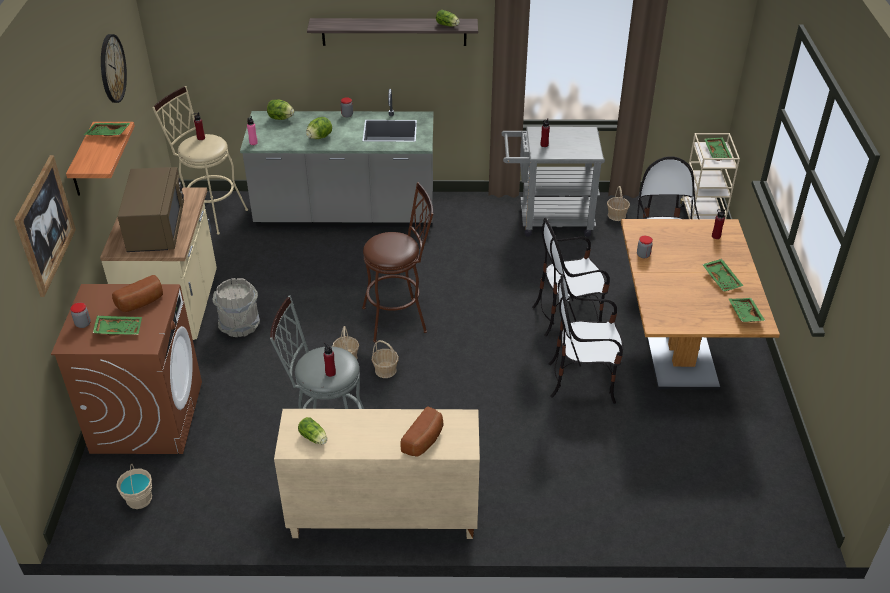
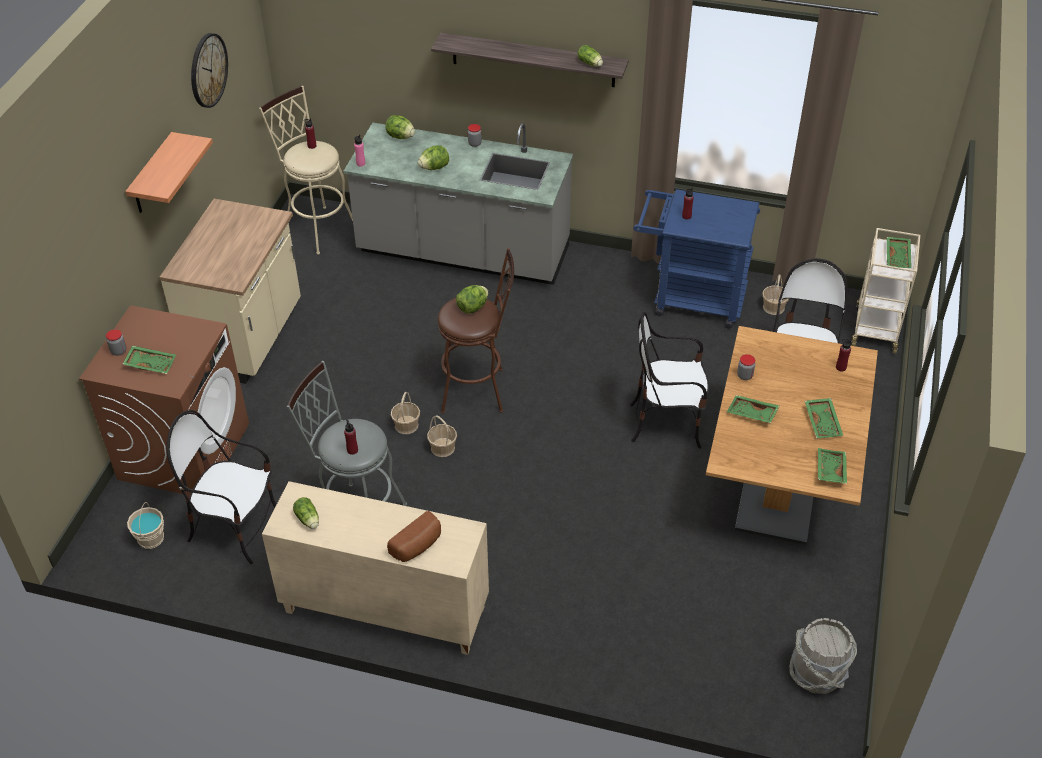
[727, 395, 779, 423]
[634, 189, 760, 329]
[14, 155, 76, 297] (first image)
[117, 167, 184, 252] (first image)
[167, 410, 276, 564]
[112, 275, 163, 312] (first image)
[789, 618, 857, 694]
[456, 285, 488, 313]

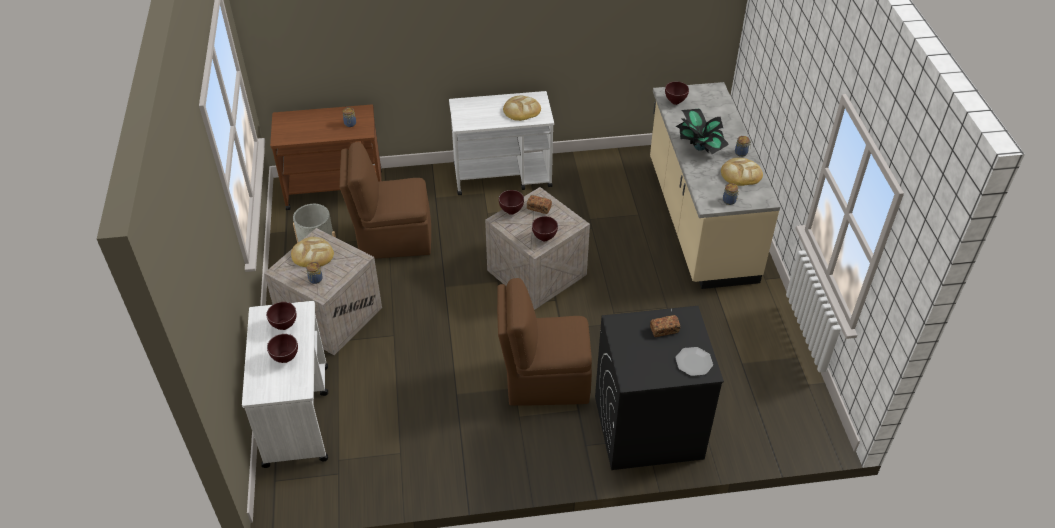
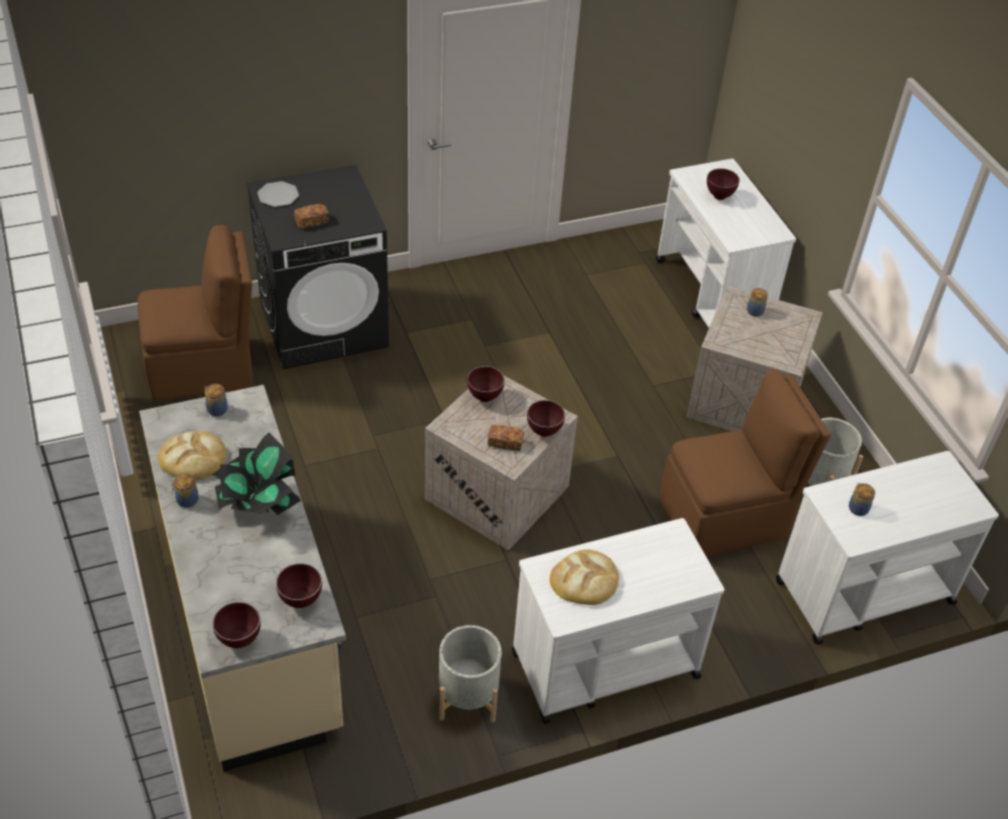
[776, 451, 999, 645]
[291, 237, 334, 267] (first image)
[138, 225, 253, 401]
[213, 602, 261, 648]
[439, 625, 502, 722]

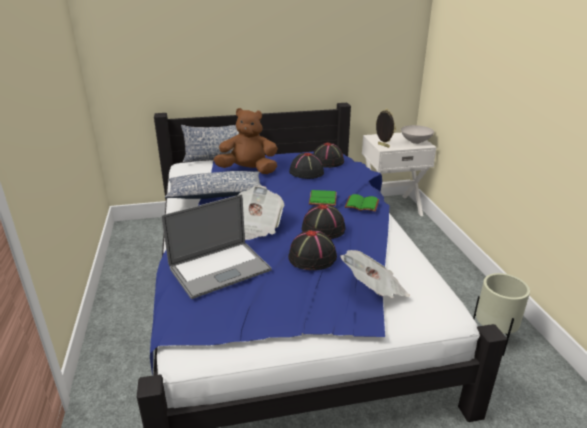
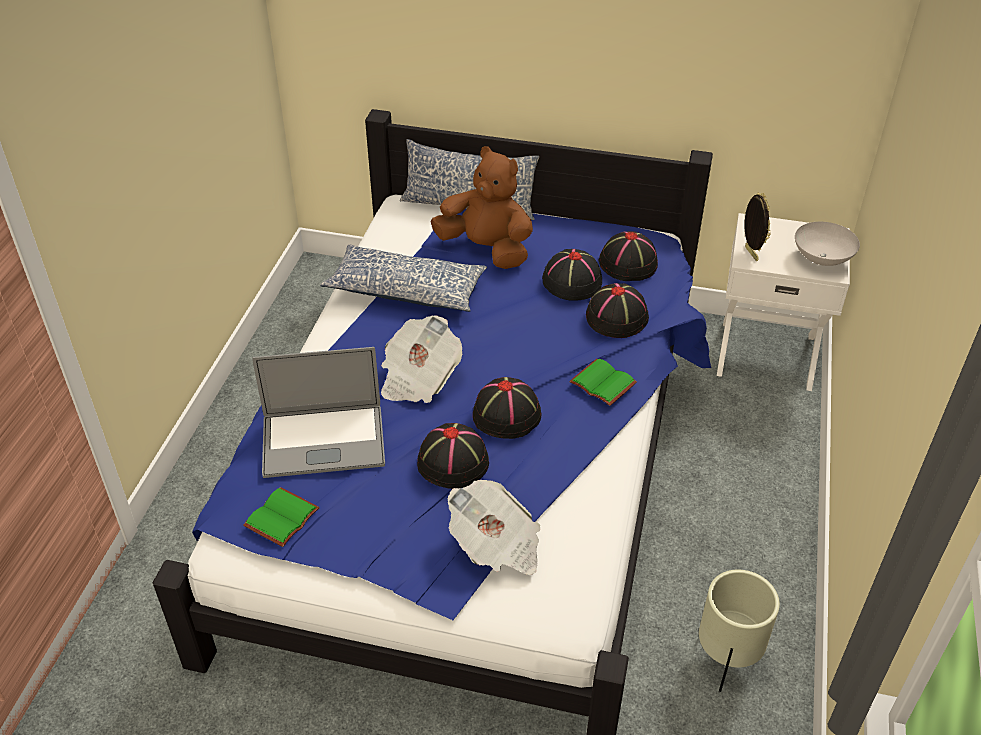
[243, 487, 320, 547]
[586, 283, 649, 338]

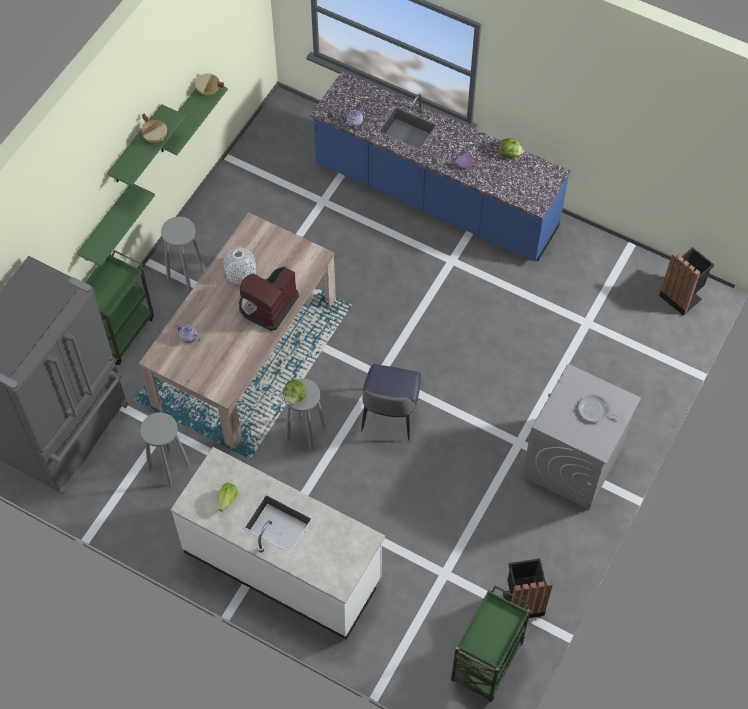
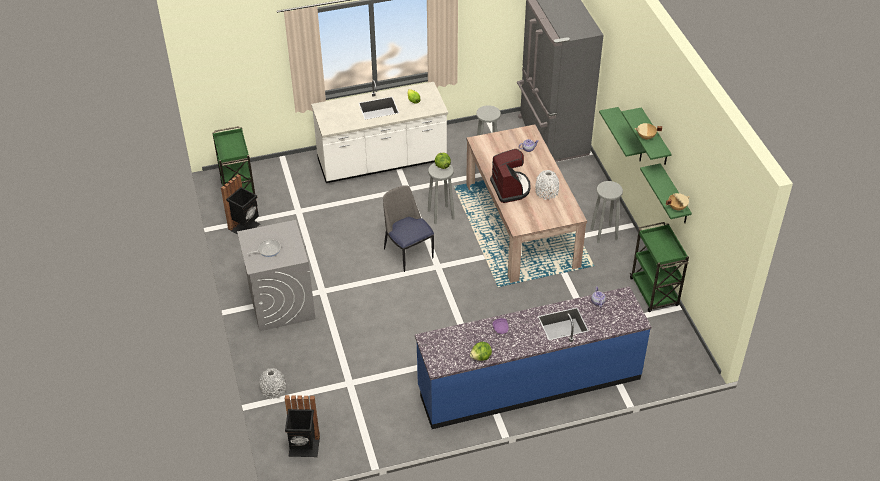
[630, 222, 689, 312]
[259, 368, 286, 399]

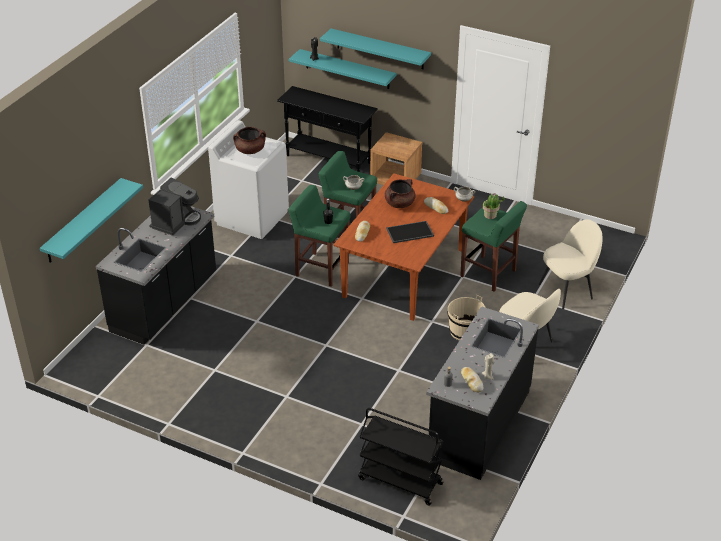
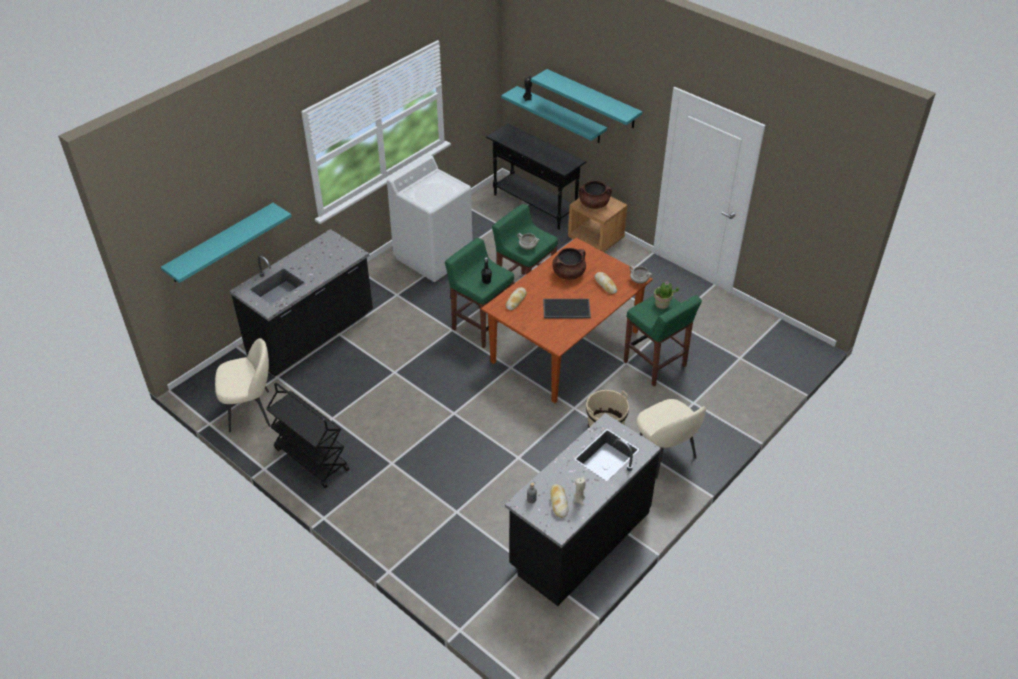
[579, 181, 612, 209]
[148, 177, 201, 236] (first image)
[215, 338, 271, 432]
[266, 383, 349, 488]

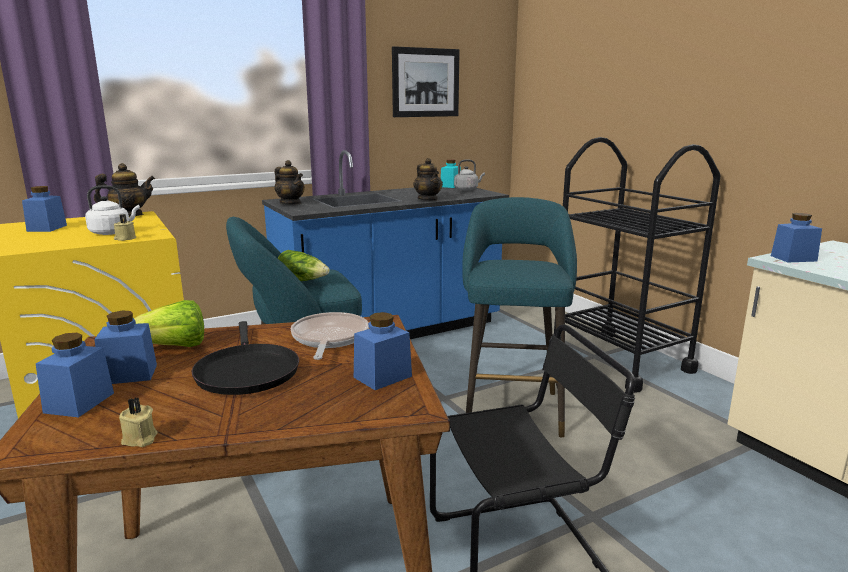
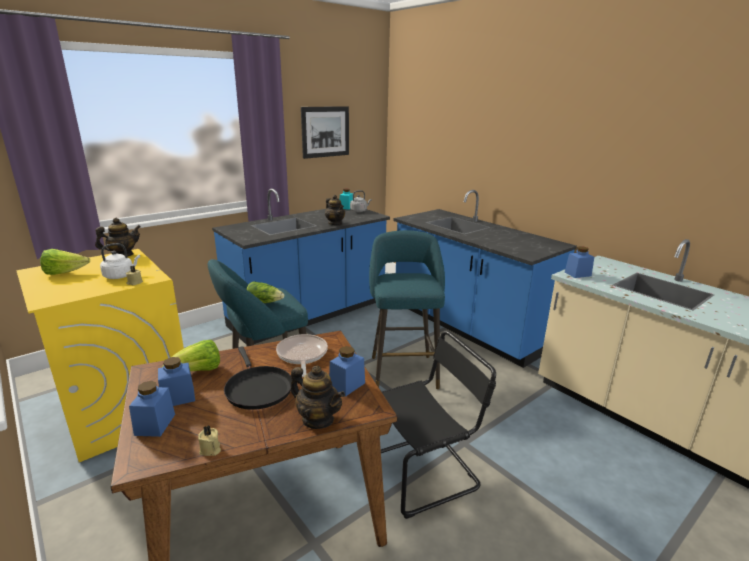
[394, 190, 577, 368]
[291, 366, 345, 429]
[40, 249, 90, 275]

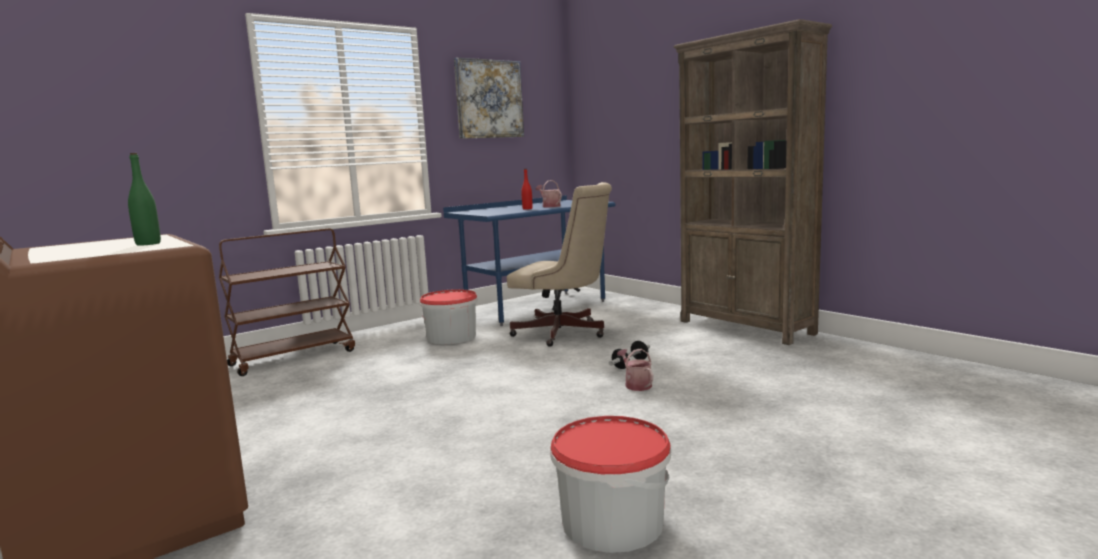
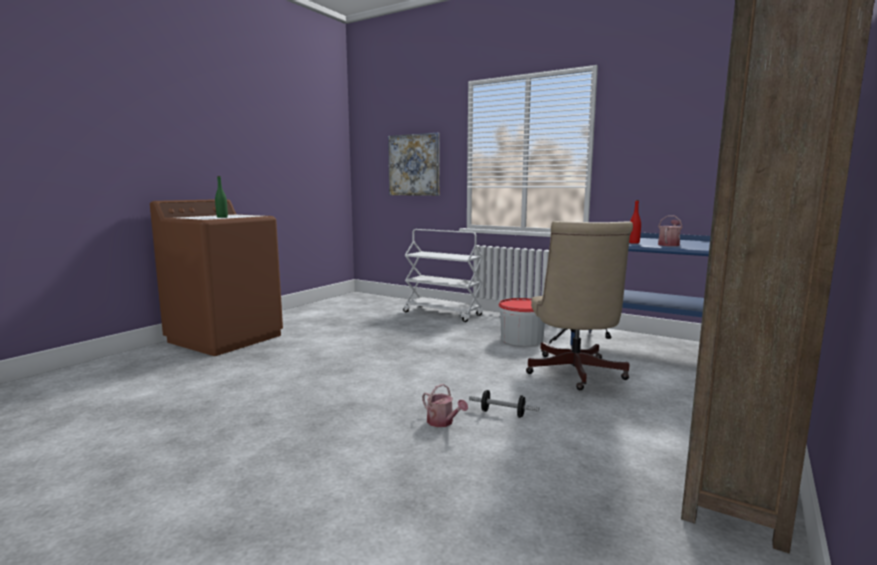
[388, 133, 439, 196]
[403, 229, 483, 322]
[422, 384, 468, 427]
[550, 416, 671, 553] (first image)

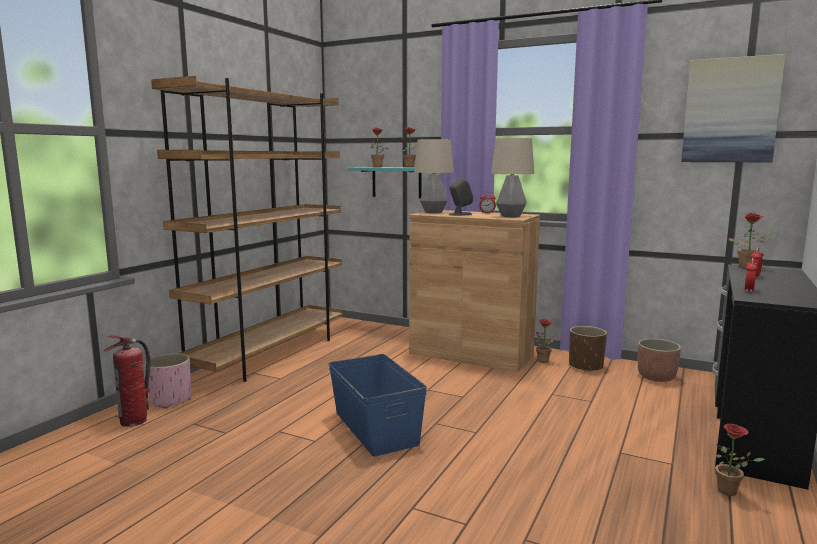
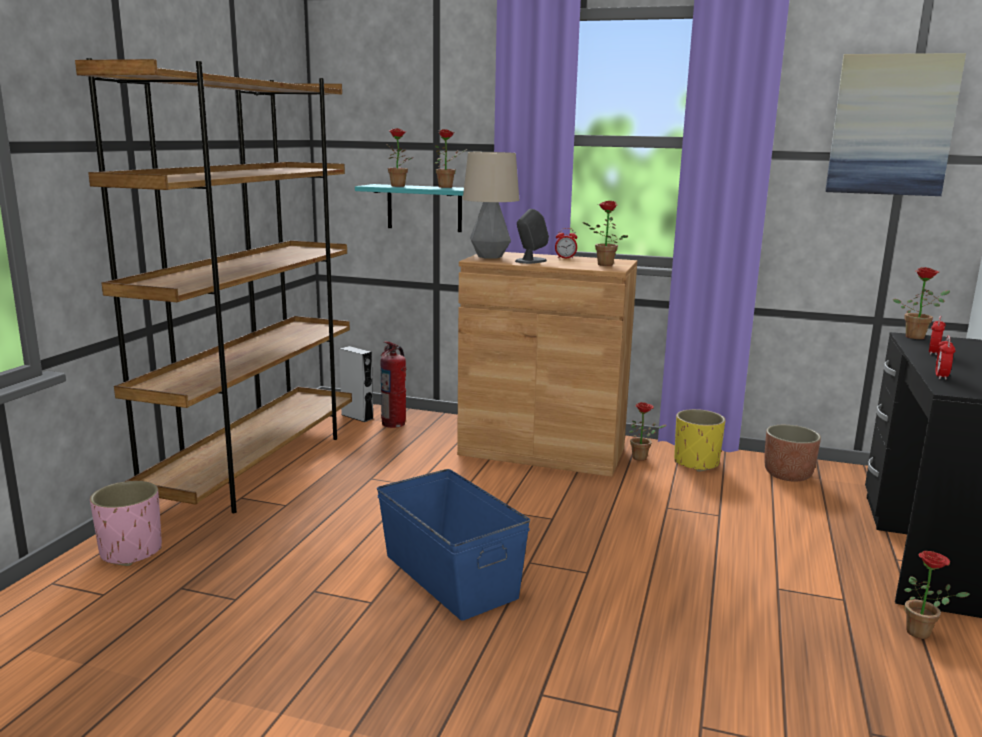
[583, 201, 628, 266]
[674, 409, 725, 472]
[381, 341, 406, 428]
[339, 346, 374, 422]

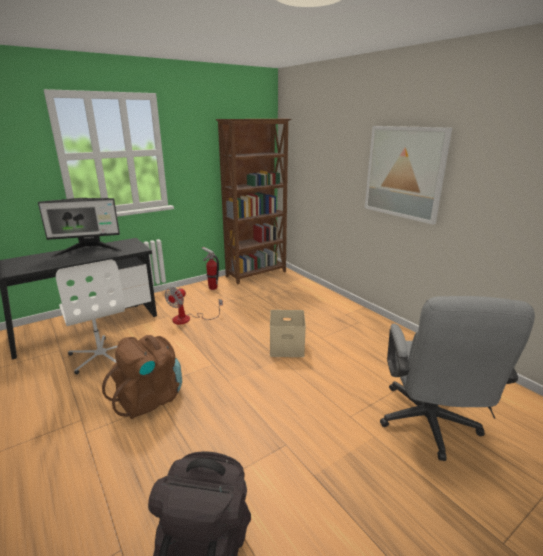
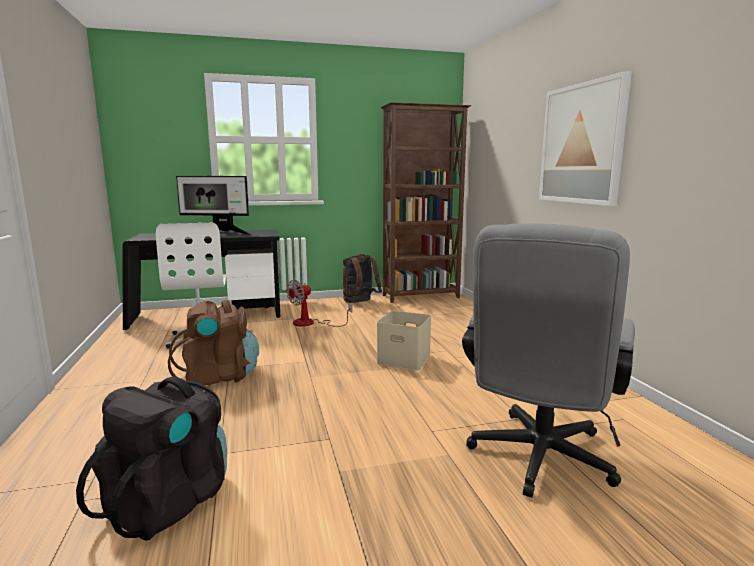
[343, 254, 382, 303]

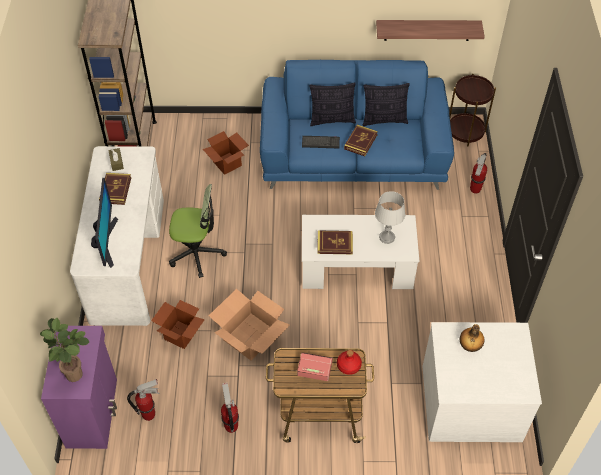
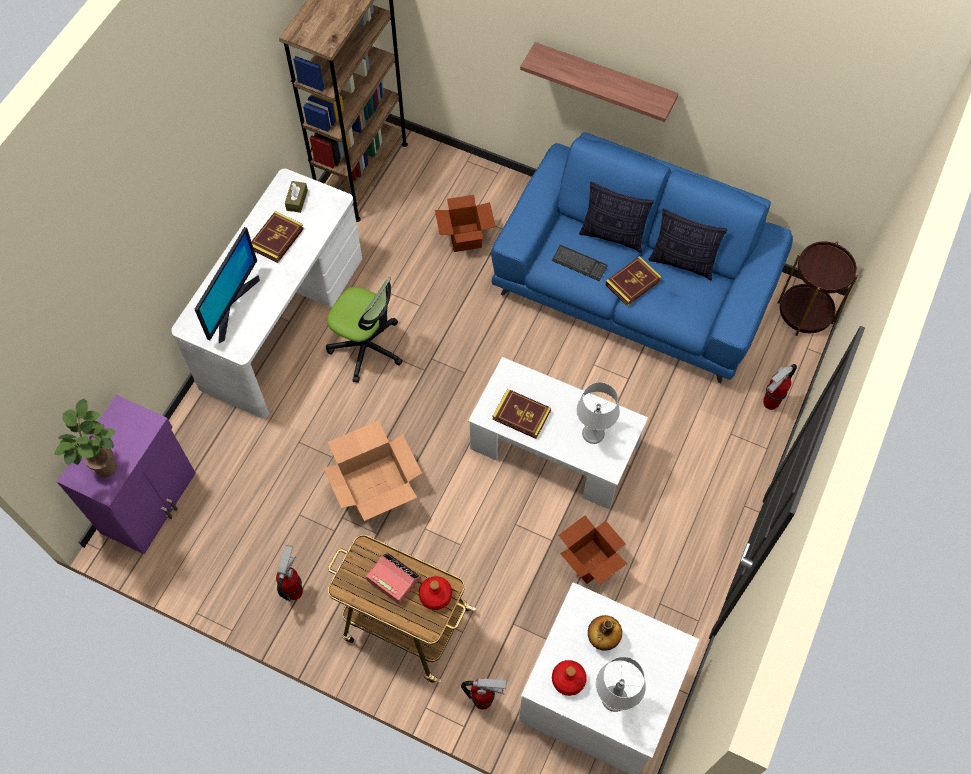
[520, 42, 679, 122]
[559, 515, 627, 584]
[461, 678, 507, 710]
[596, 657, 646, 712]
[552, 660, 587, 696]

